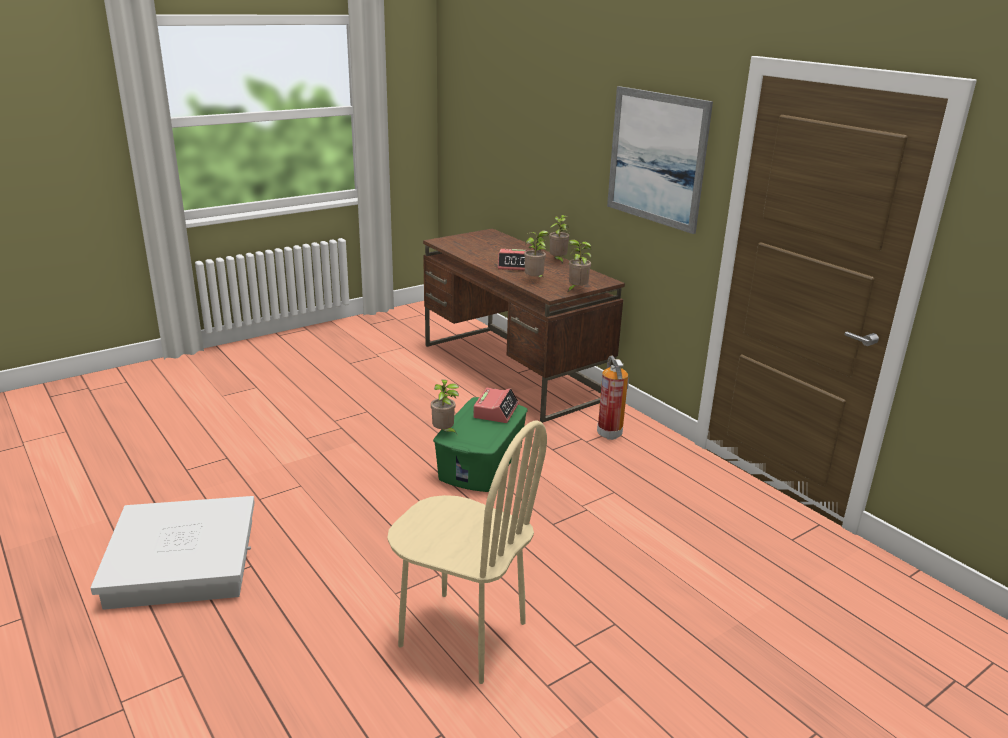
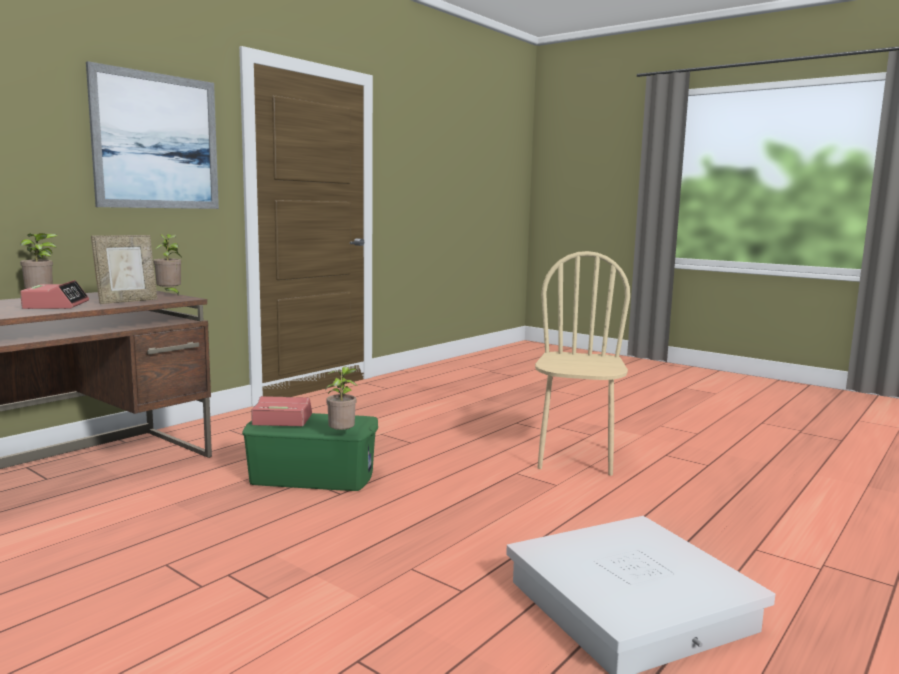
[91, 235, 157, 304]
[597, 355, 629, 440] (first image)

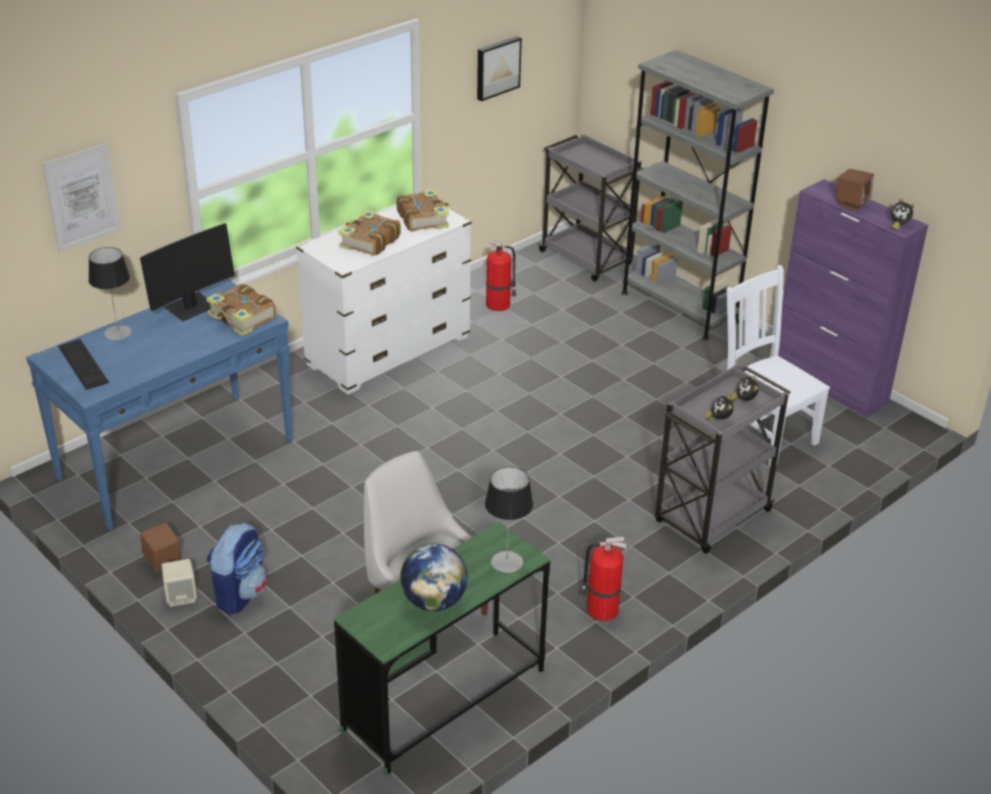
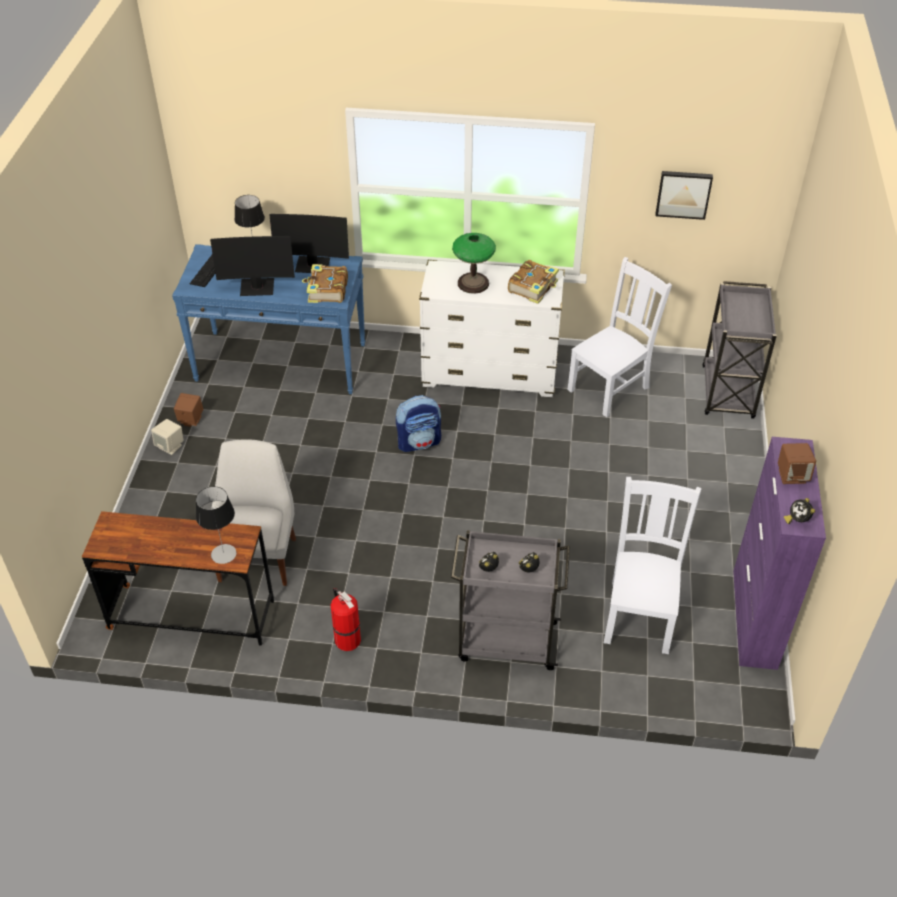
[622, 50, 774, 340] (first image)
[42, 143, 121, 253] (first image)
[452, 233, 496, 294]
[567, 257, 672, 417]
[82, 511, 274, 646]
[396, 395, 441, 452]
[400, 544, 468, 611] (first image)
[210, 236, 295, 296]

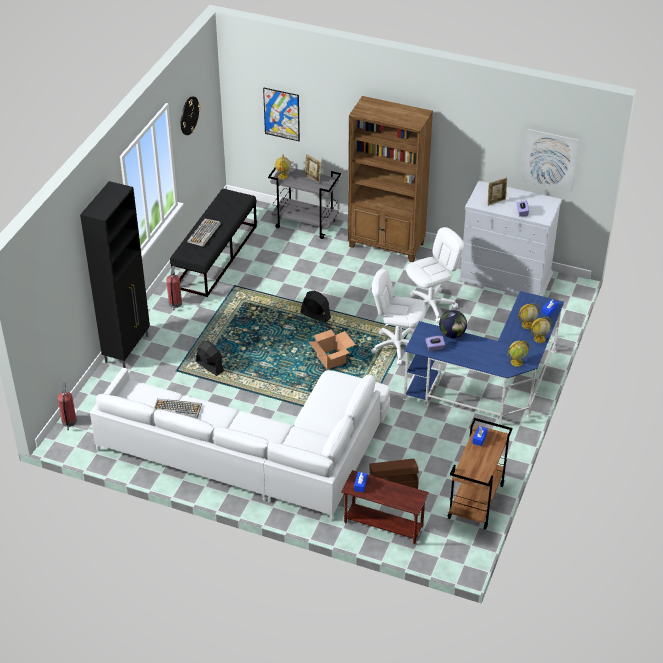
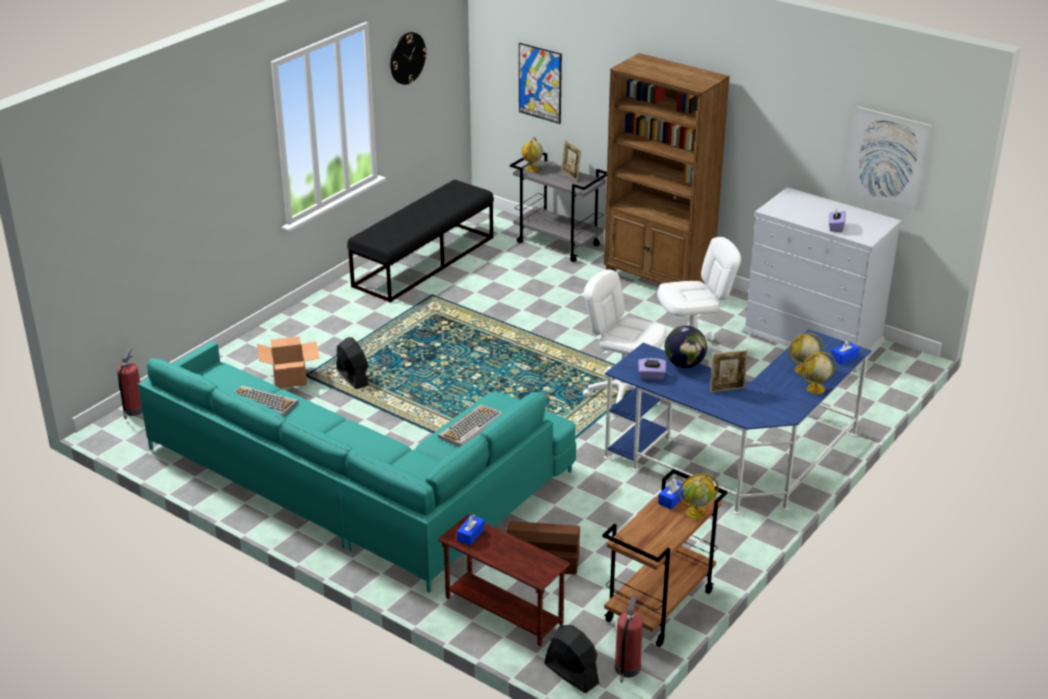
[710, 350, 748, 393]
[80, 181, 150, 368] (first image)
[438, 404, 503, 447]
[615, 595, 643, 683]
[544, 625, 599, 693]
[257, 336, 320, 388]
[678, 474, 719, 519]
[138, 341, 576, 593]

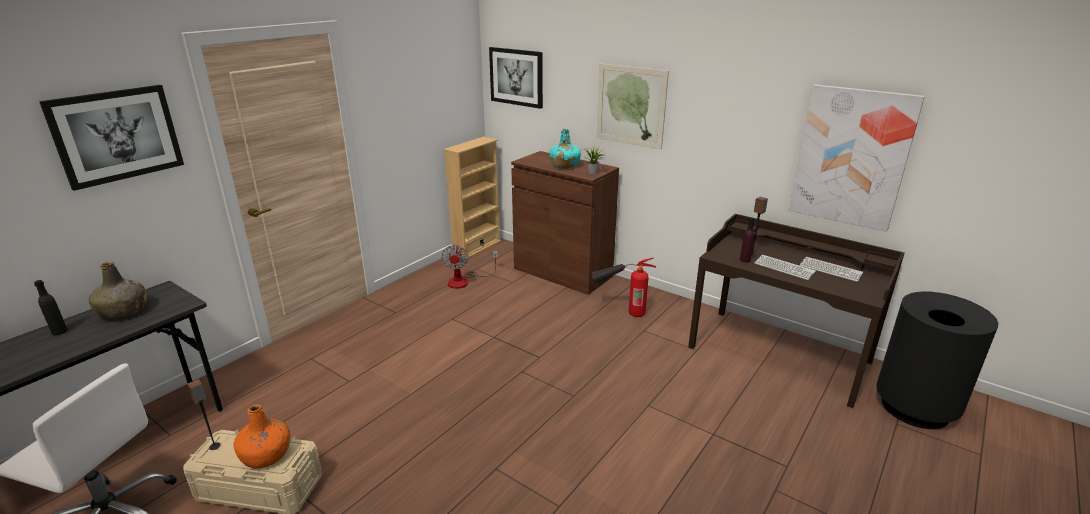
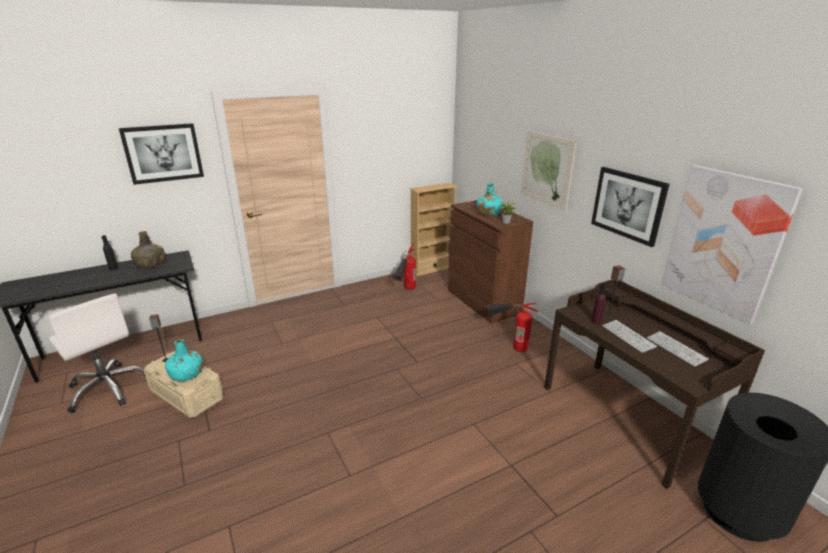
[591, 167, 669, 247]
[393, 244, 416, 290]
[165, 339, 203, 382]

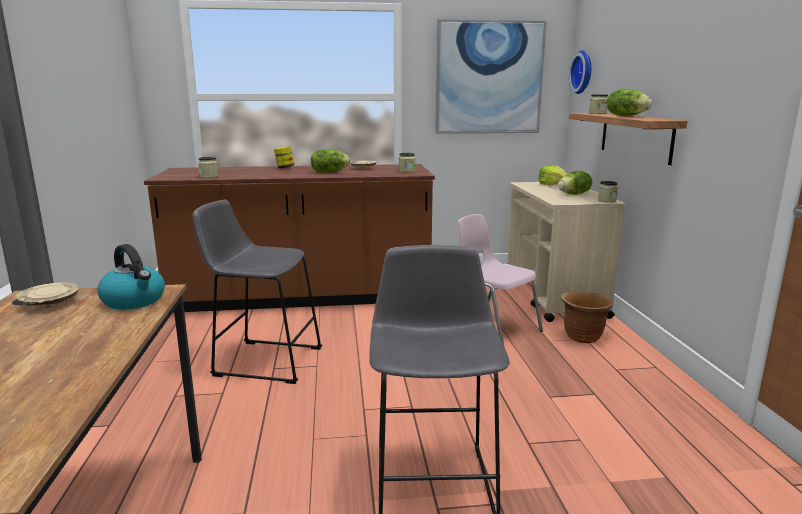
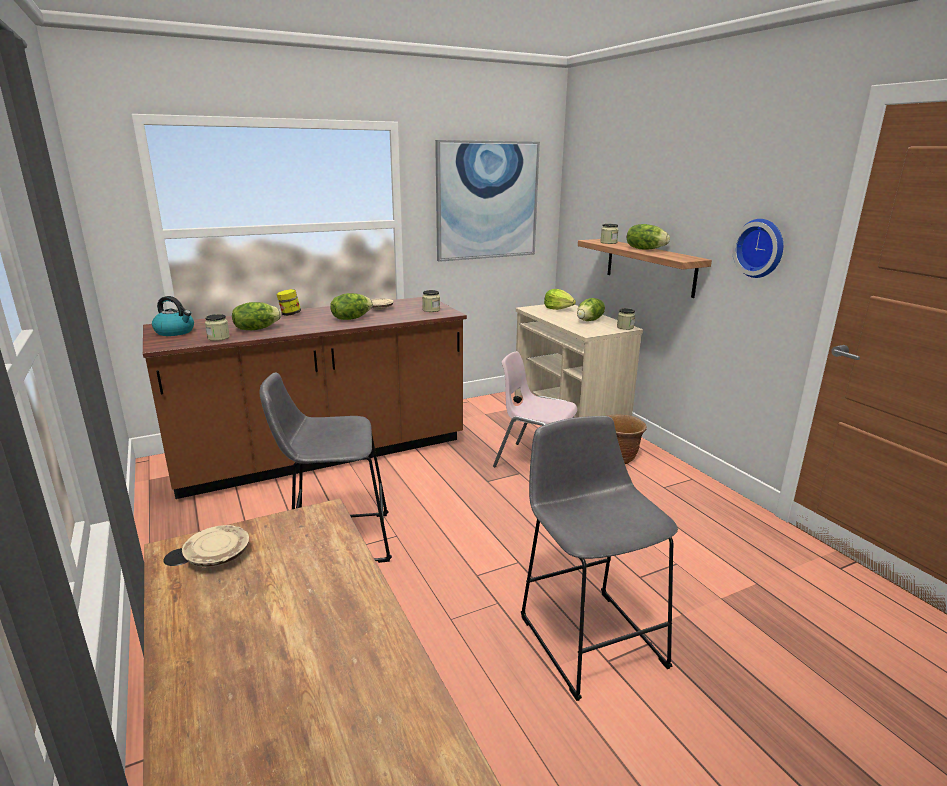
[732, 219, 783, 278]
[152, 296, 194, 336]
[232, 302, 281, 330]

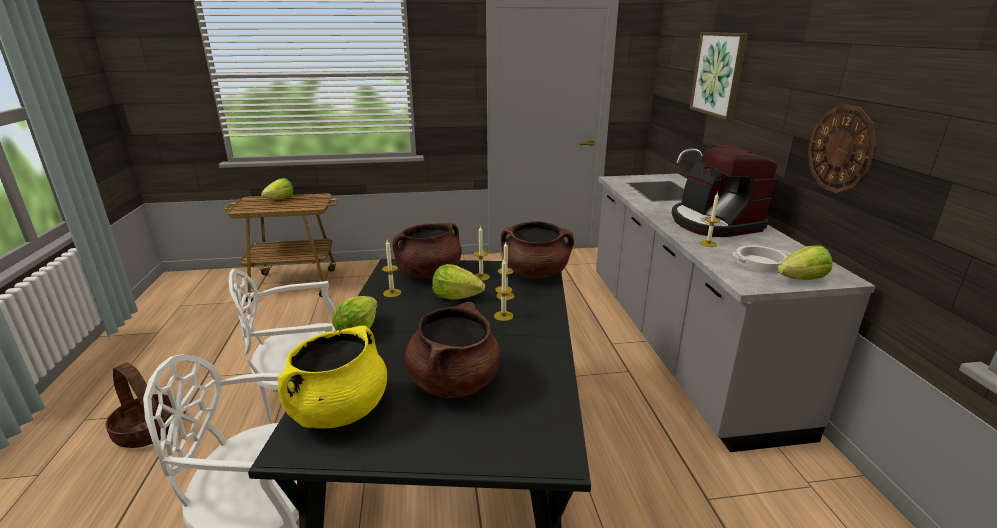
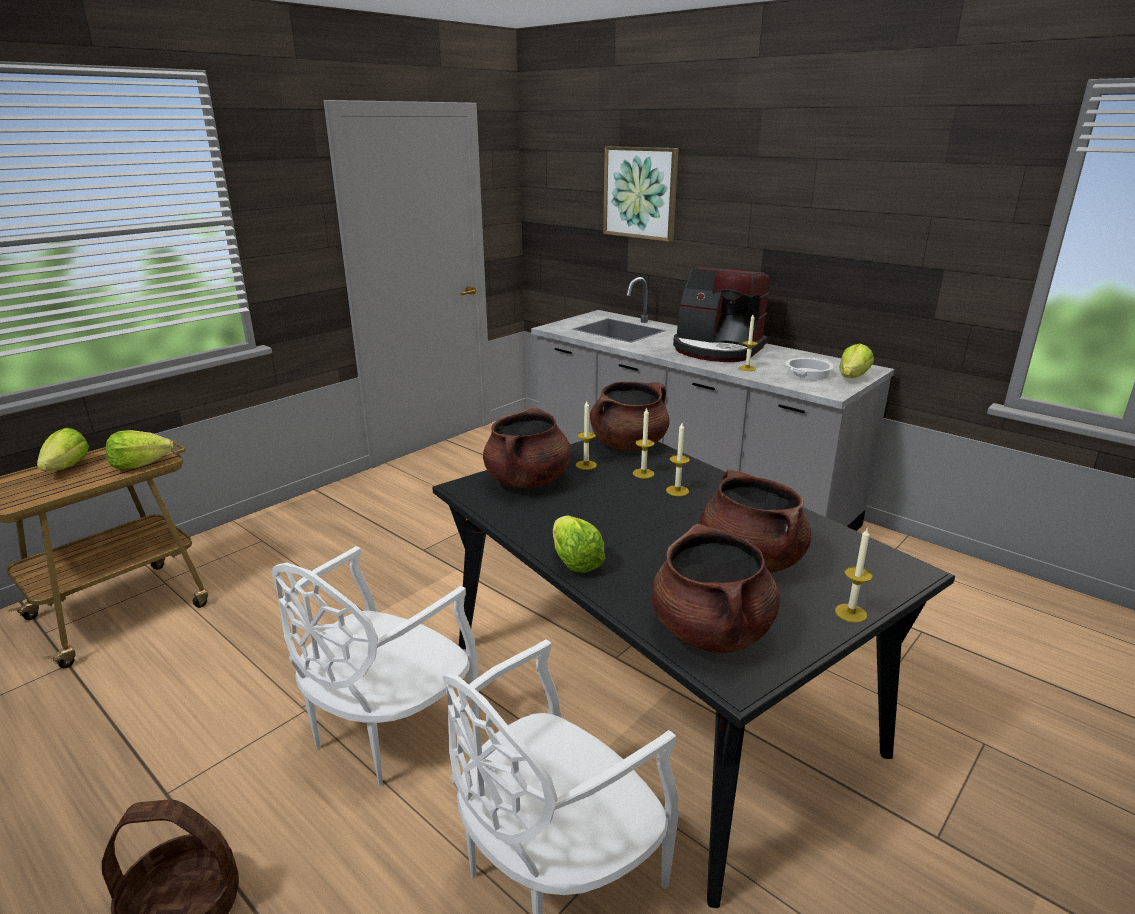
[808, 104, 877, 193] (first image)
[835, 527, 873, 623]
[106, 430, 173, 469]
[651, 524, 780, 653]

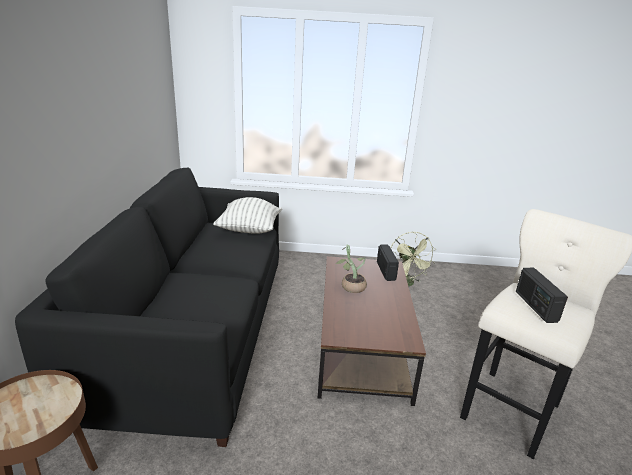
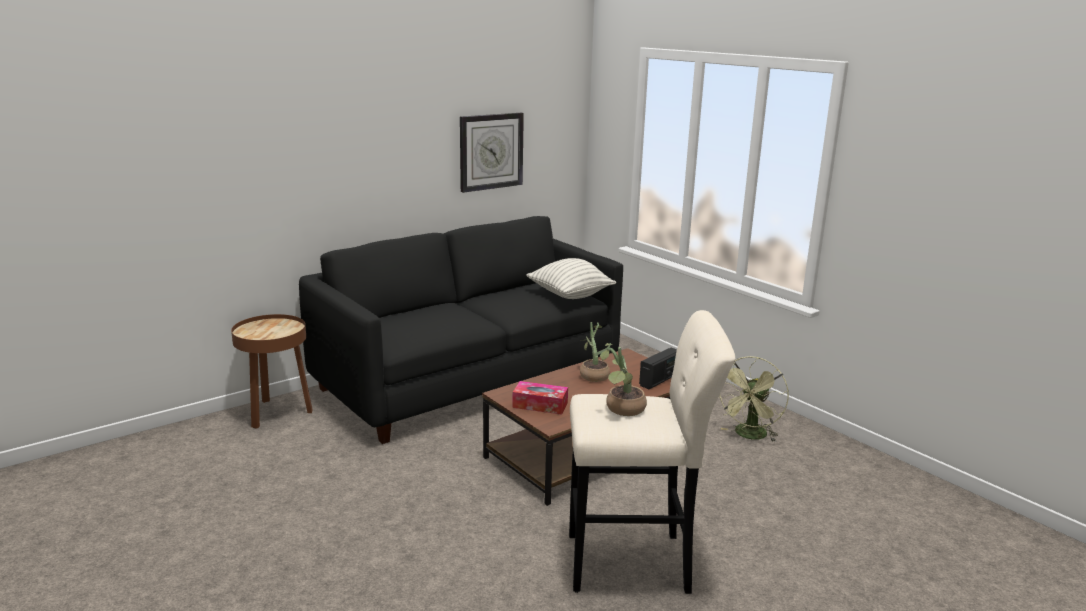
[600, 347, 647, 416]
[460, 113, 524, 193]
[512, 381, 568, 415]

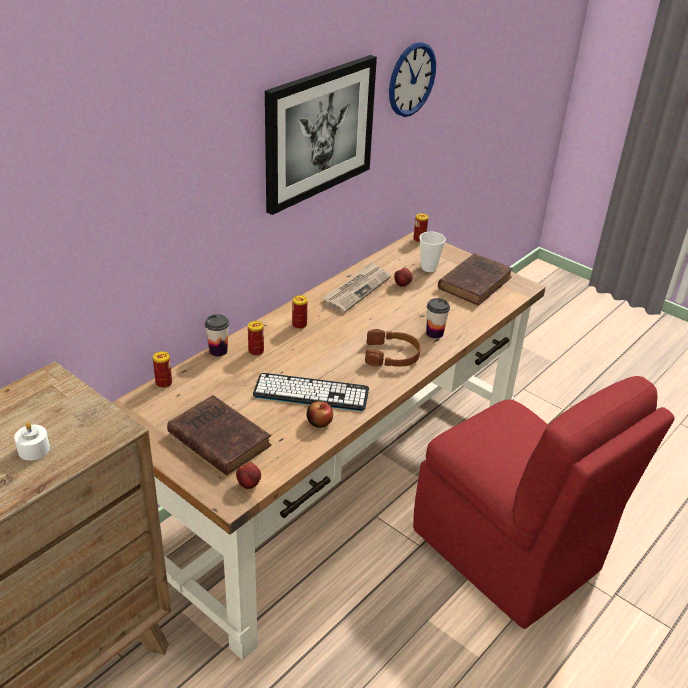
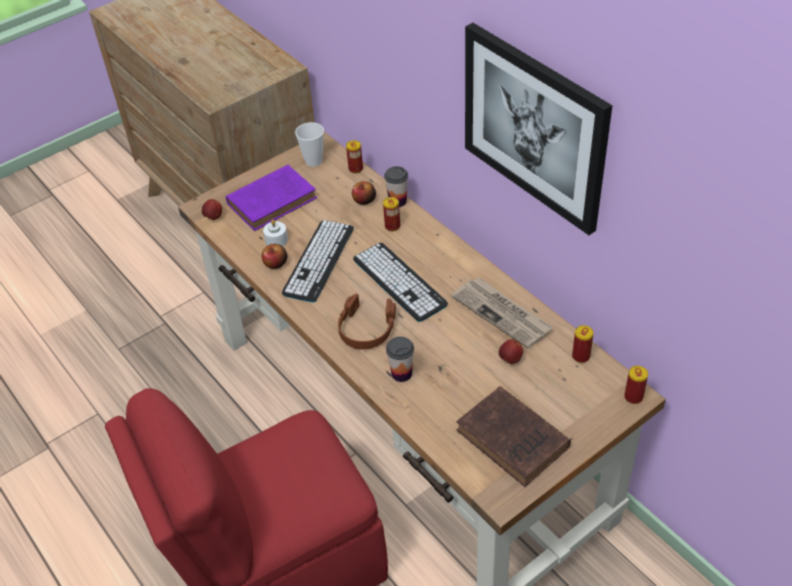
[389, 42, 436, 117] (first image)
[295, 122, 324, 167]
[572, 325, 594, 363]
[226, 165, 317, 231]
[263, 220, 288, 246]
[352, 181, 376, 205]
[353, 243, 448, 322]

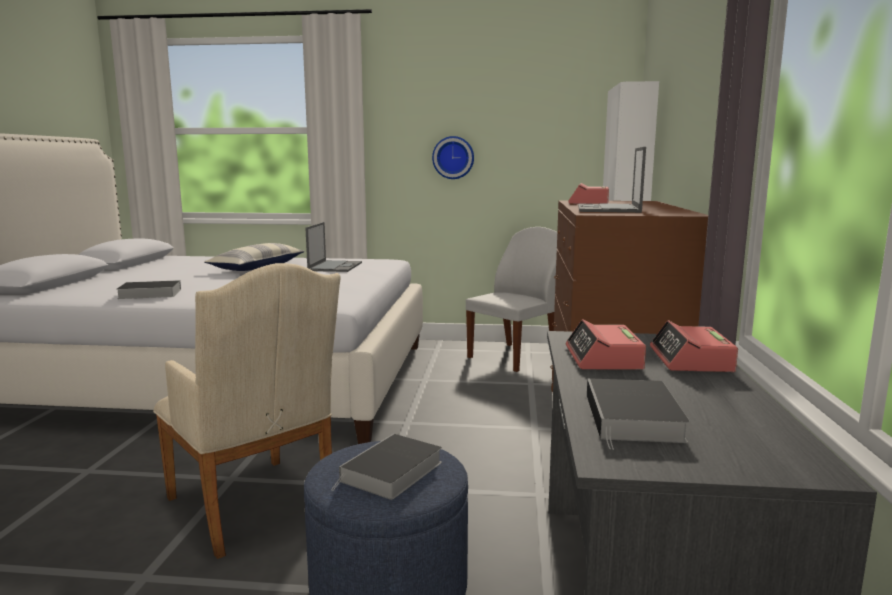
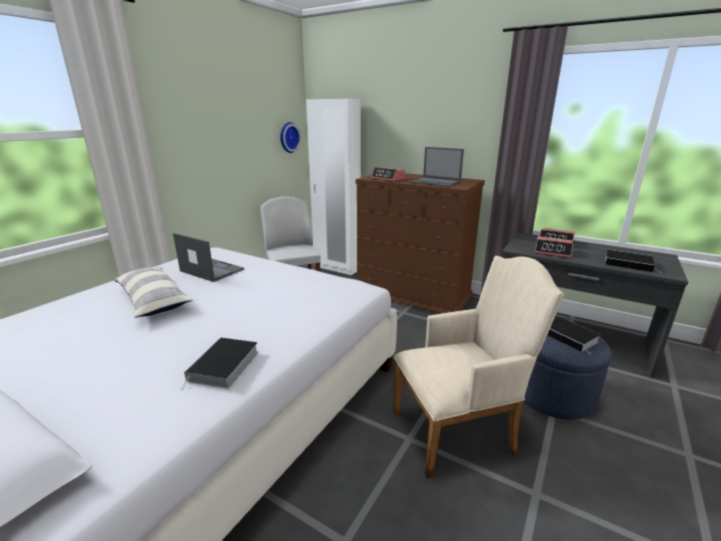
[280, 122, 301, 153]

